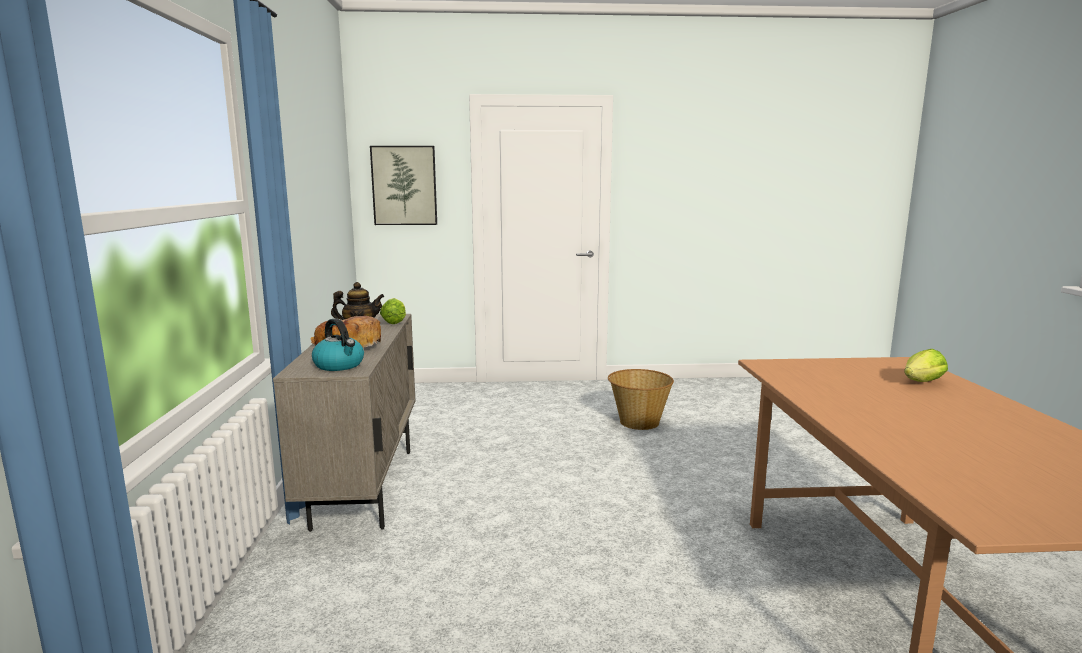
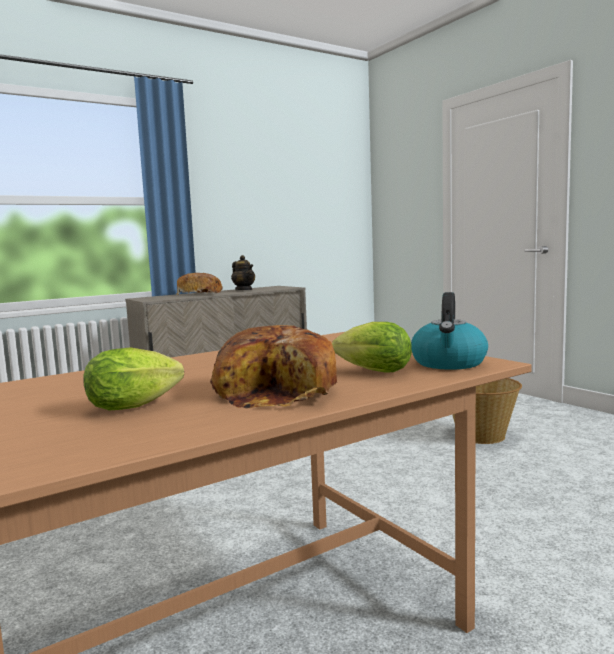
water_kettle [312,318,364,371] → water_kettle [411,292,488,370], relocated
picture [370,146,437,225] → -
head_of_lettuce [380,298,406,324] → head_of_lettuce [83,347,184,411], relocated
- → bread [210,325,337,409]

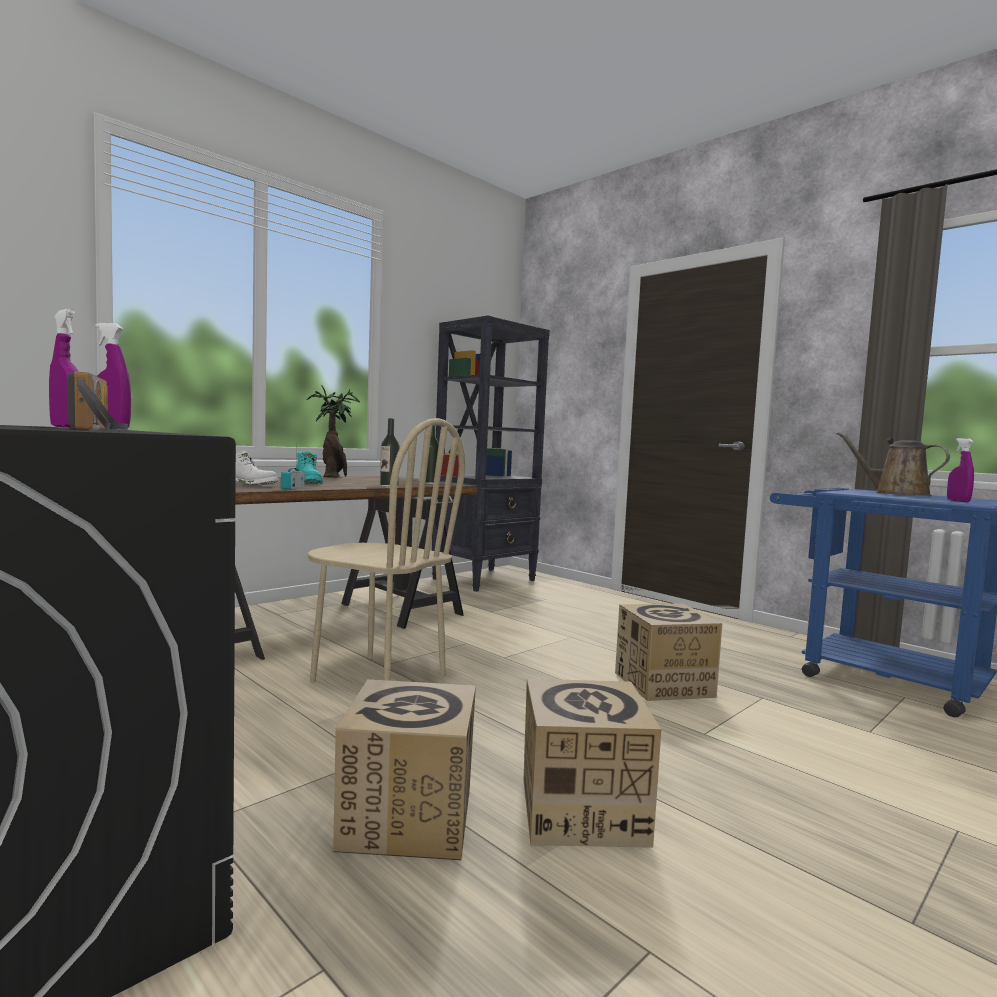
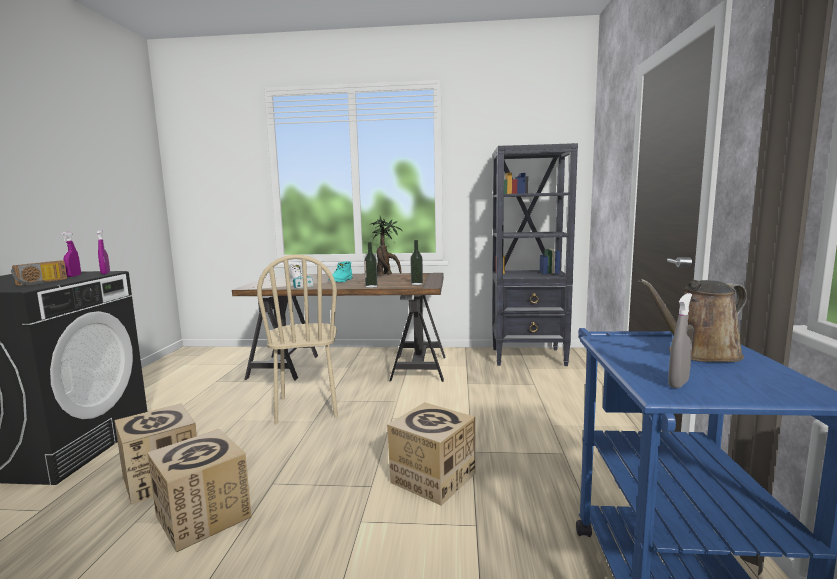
brownish_watering_can [837,432,950,496] → brownish_watering_can [638,279,747,362], 120 degrees counterclockwise
purple-coloured_spray_bottle [947,438,974,502] → greyish_spray_bottle [668,293,692,388]

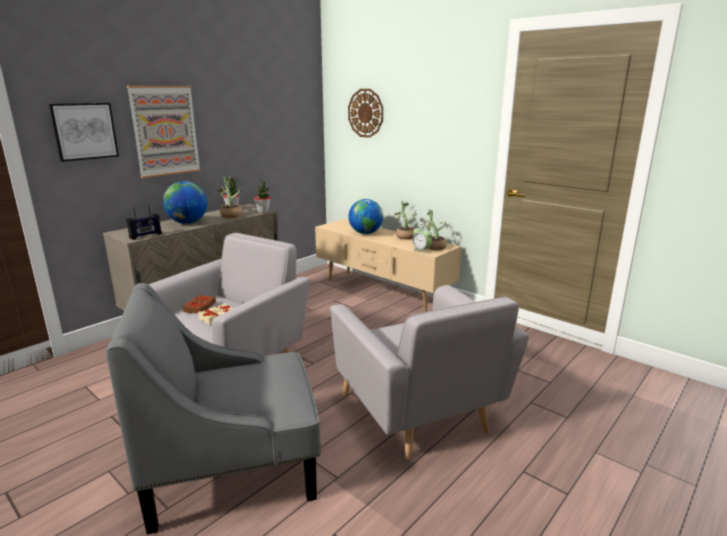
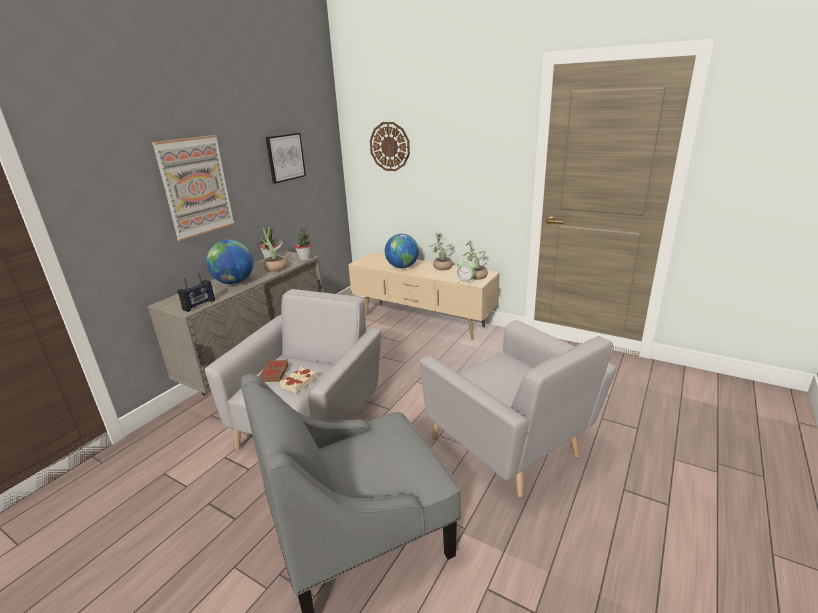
picture [48,103,119,162] → picture [265,133,306,184], relocated

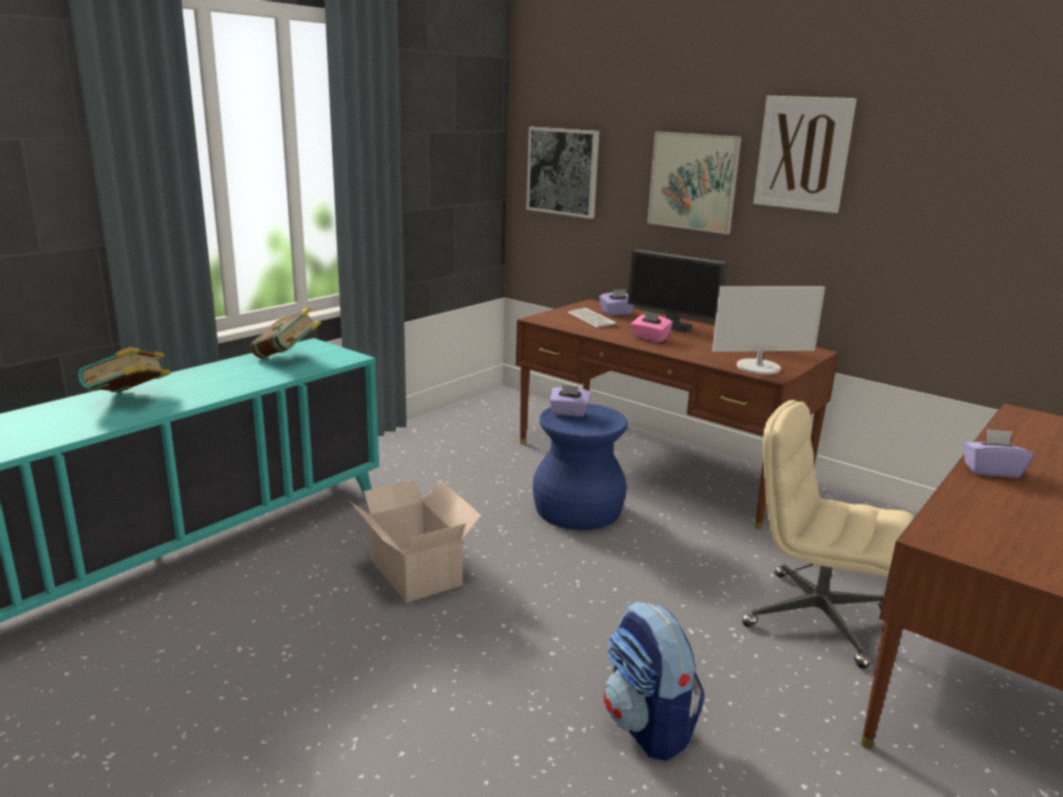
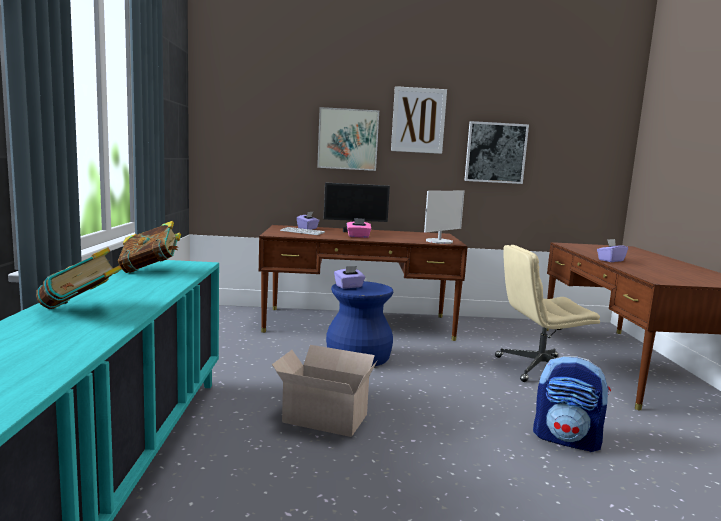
picture [526,127,599,219] → picture [464,121,529,184], relocated

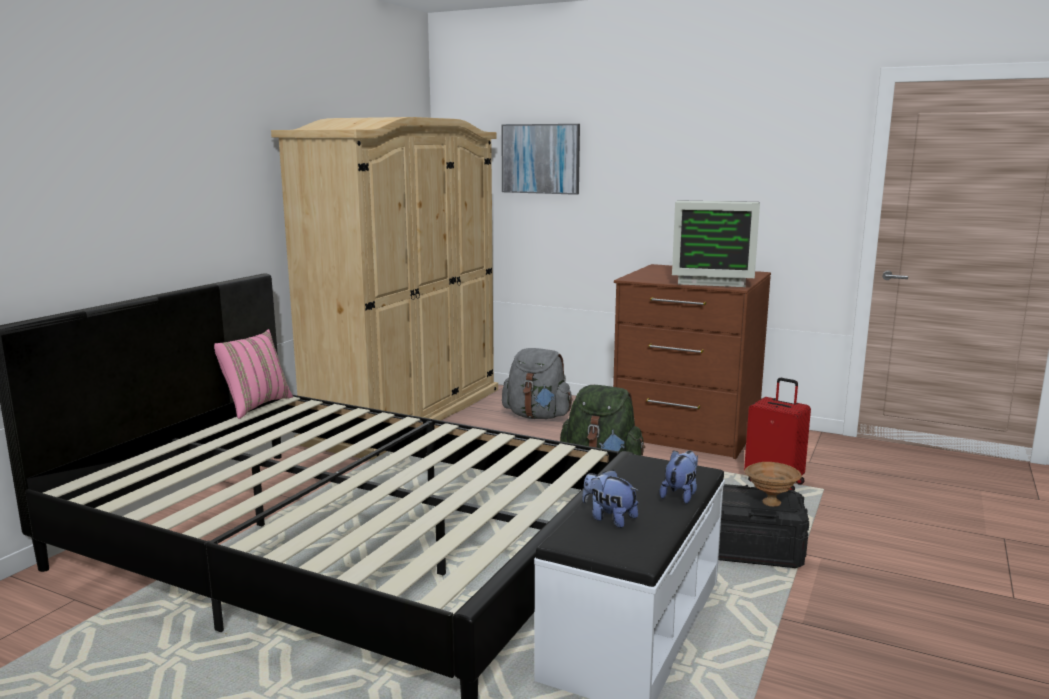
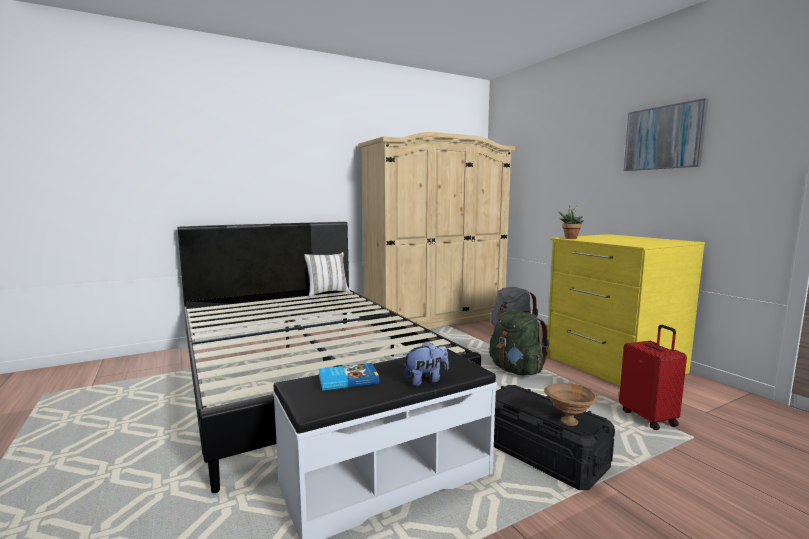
pink_throw_pillow [214,329,293,419] → white-coloured_throw_pillow [304,252,350,296]
picture [501,124,580,195] → picture [624,98,708,171], relocated
cuddly_toy [582,470,639,528] → book [319,363,379,391]
brownish_chest_of_drawers [613,264,771,459] → yellow-coloured_chest_of_drawers [546,234,705,386]
computer_display [672,200,760,287] → -
- → plant_in_a_pot [558,205,584,239]

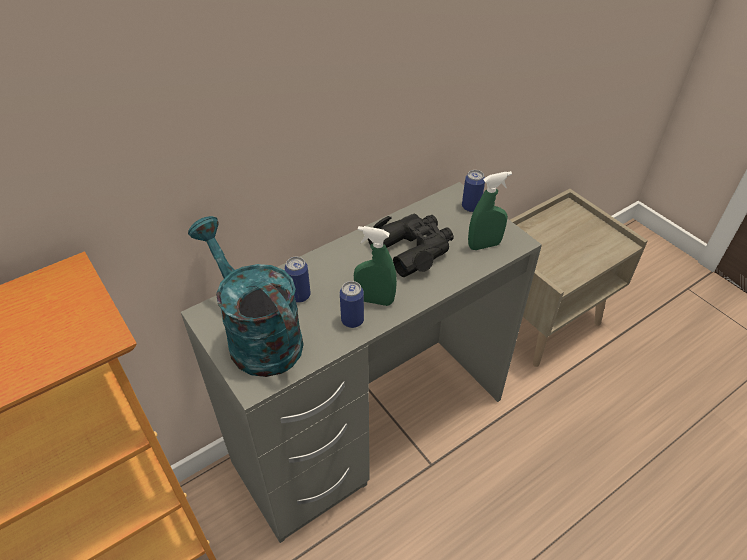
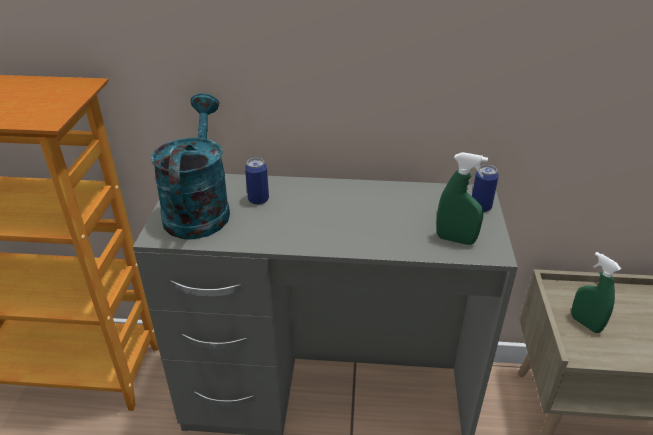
metal_can [340,281,364,328] → -
greenish_spray_bottle [354,226,397,306] → greenish_spray_bottle [571,252,621,333], relocated
black_field_glasses [368,214,454,277] → -

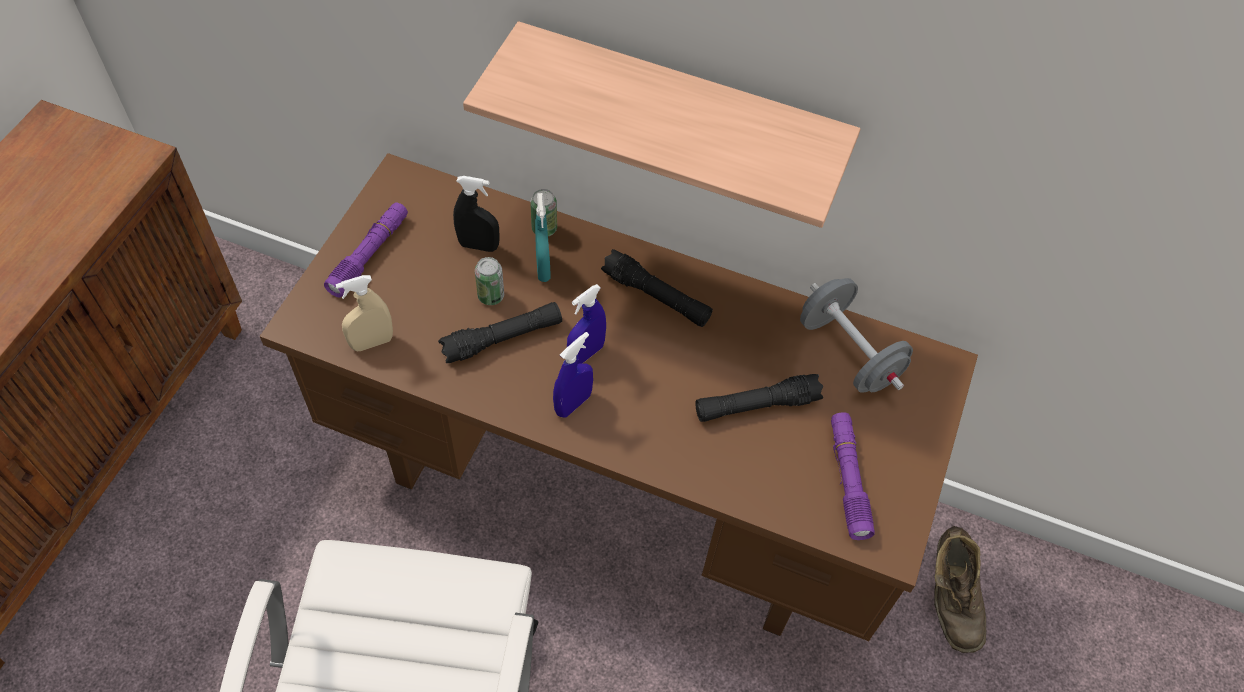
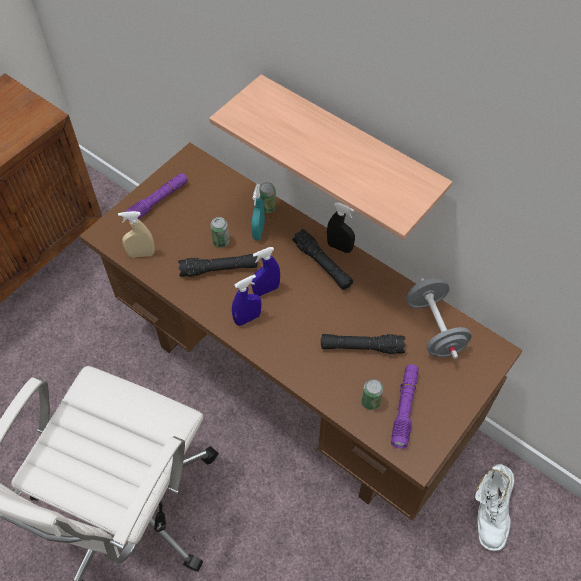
black_spray_bottle [453,176,500,252] → black_spray_bottle [327,202,355,253], relocated
brownish_tall_boot [934,526,986,653] → white-coloured_tall_boot [475,464,514,551]
- → metal_can [361,379,383,410]

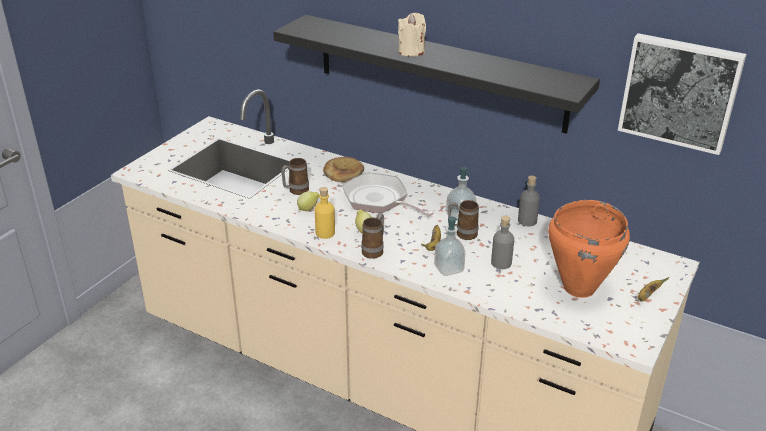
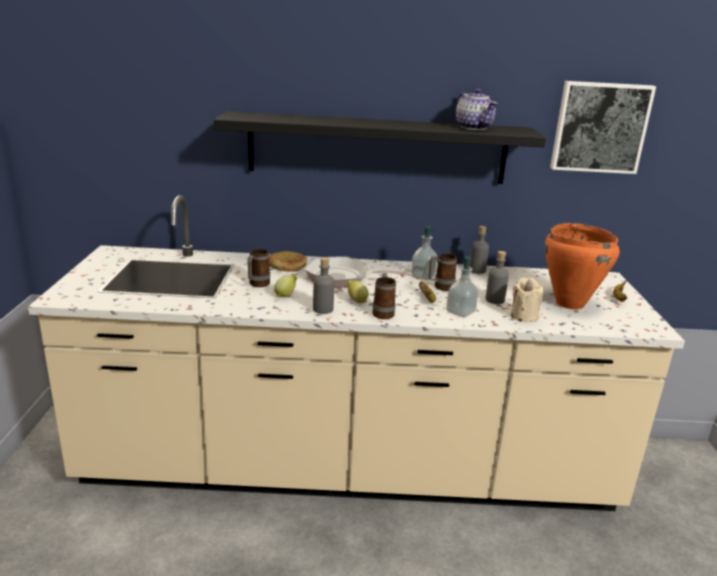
yellow-coloured_drink_bottle [315,187,335,239] → greyish_drink_bottle [313,257,335,314]
sand-coloured_candle [398,13,426,57] → sand-coloured_candle [511,277,543,322], relocated
- → pot_for_tea [456,88,497,130]

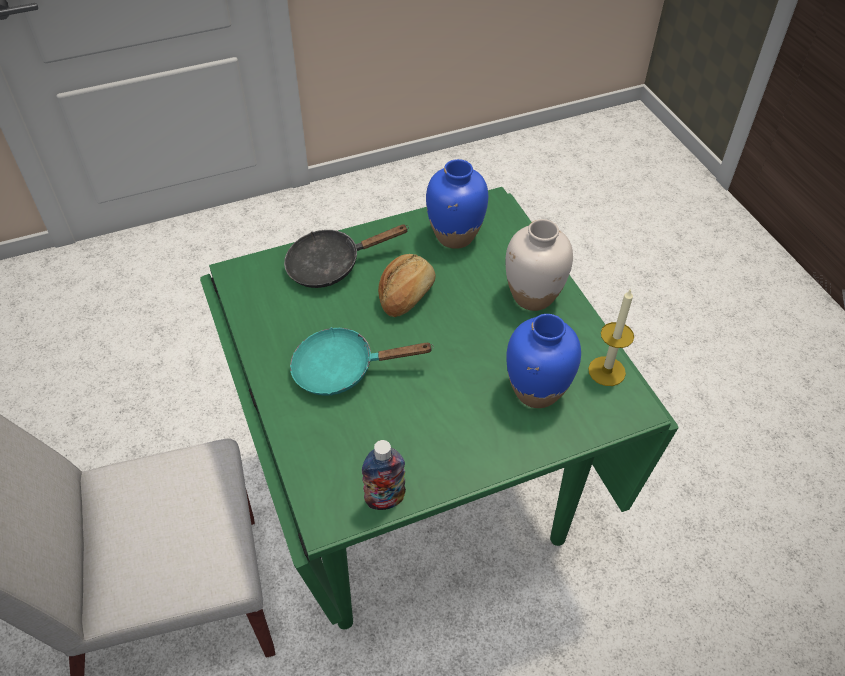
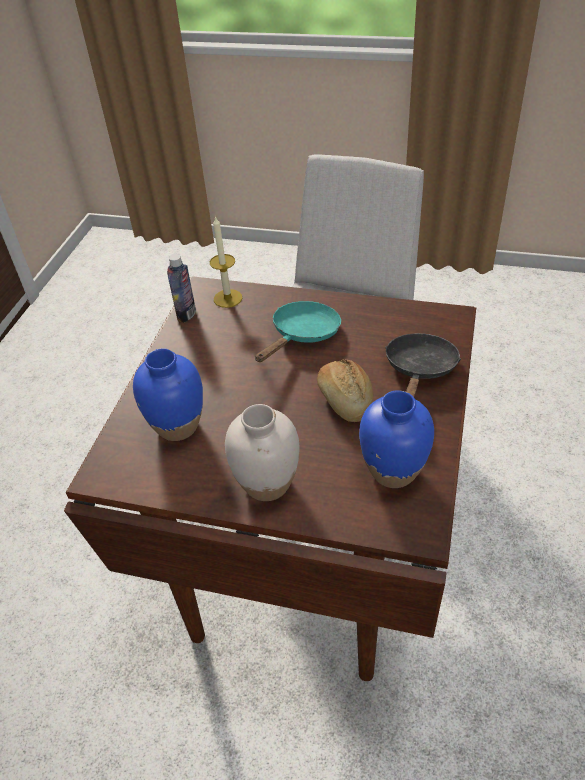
greenish_dining_table [200,187,679,630] → brownish_dining_table [64,276,476,681]
candle [588,288,634,386] → candle [210,215,242,308], relocated

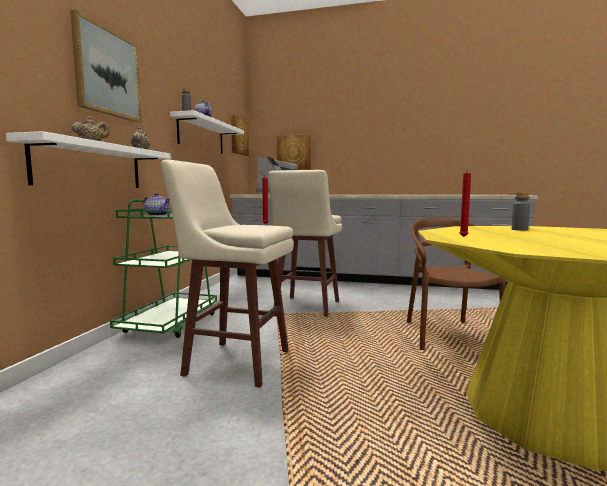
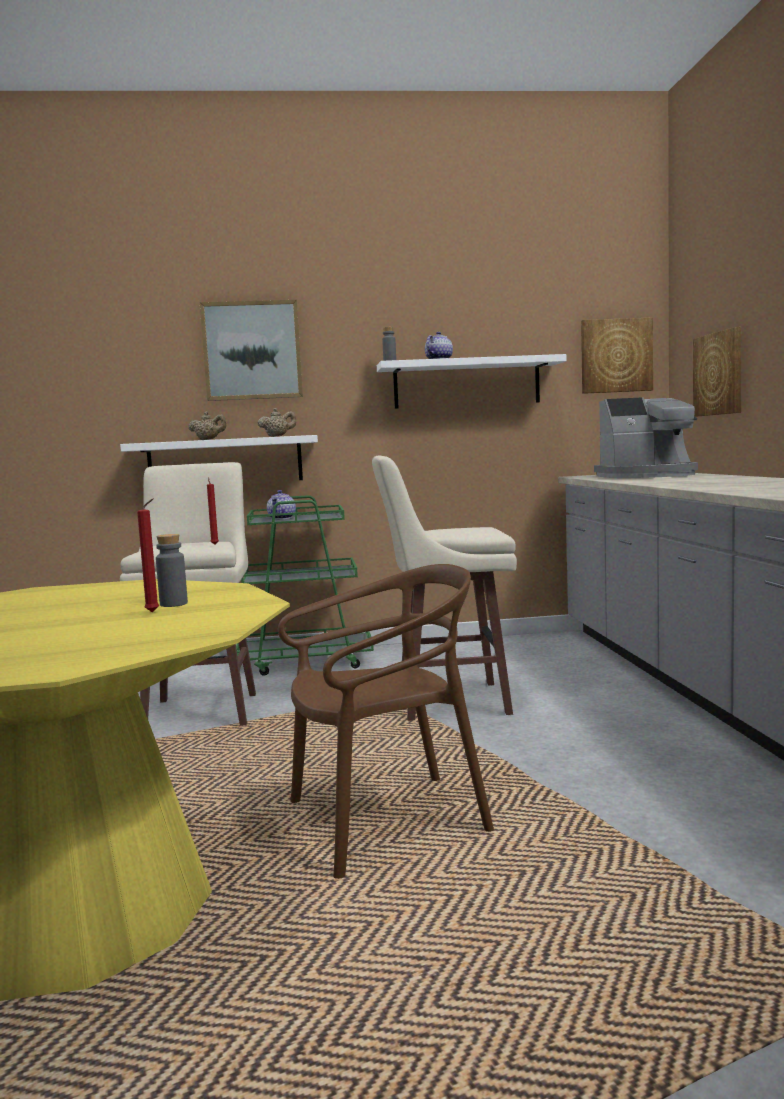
reddish_candle [460,166,471,237] → reddish_candle [137,499,159,613], relocated

